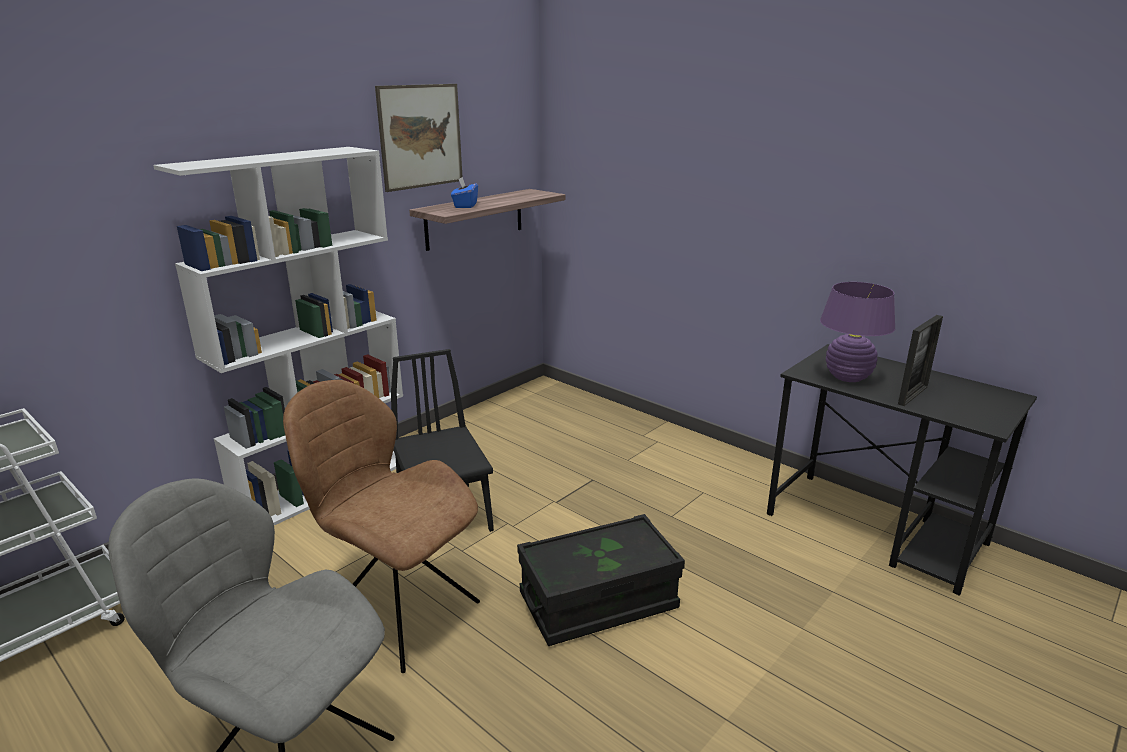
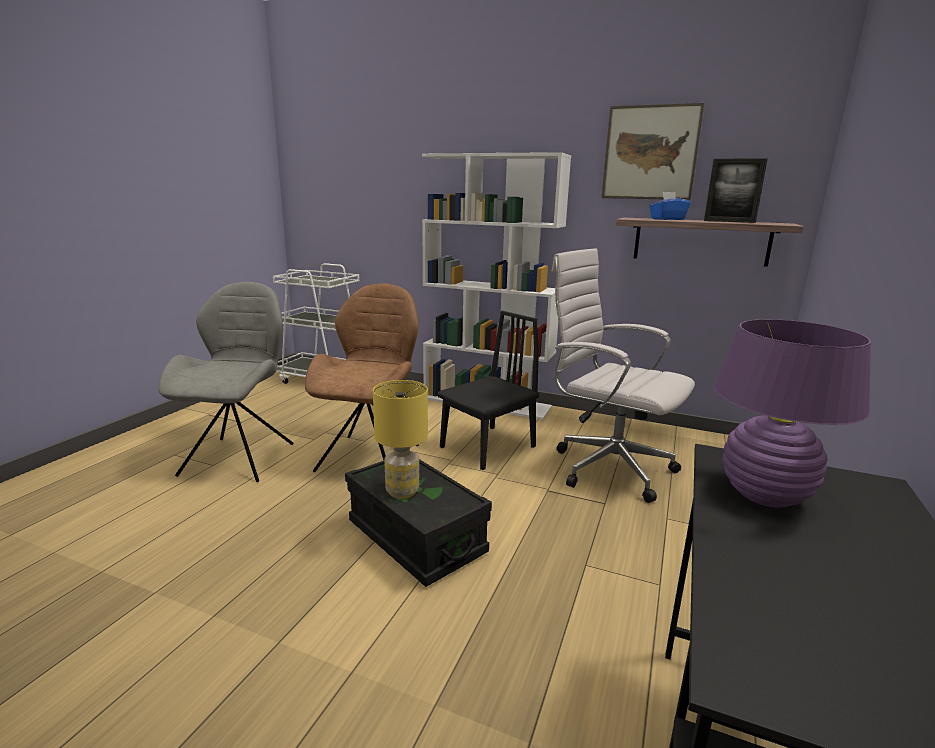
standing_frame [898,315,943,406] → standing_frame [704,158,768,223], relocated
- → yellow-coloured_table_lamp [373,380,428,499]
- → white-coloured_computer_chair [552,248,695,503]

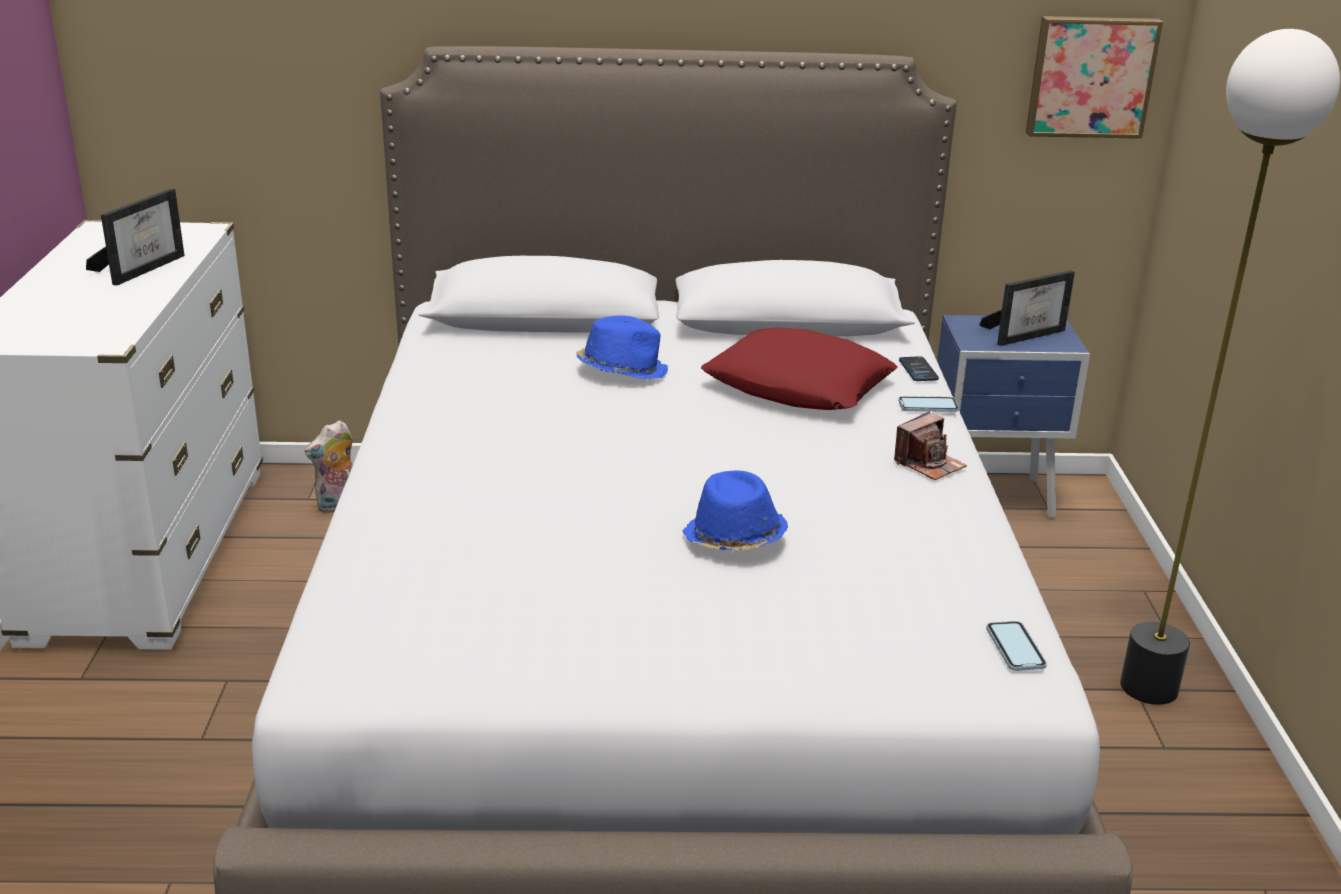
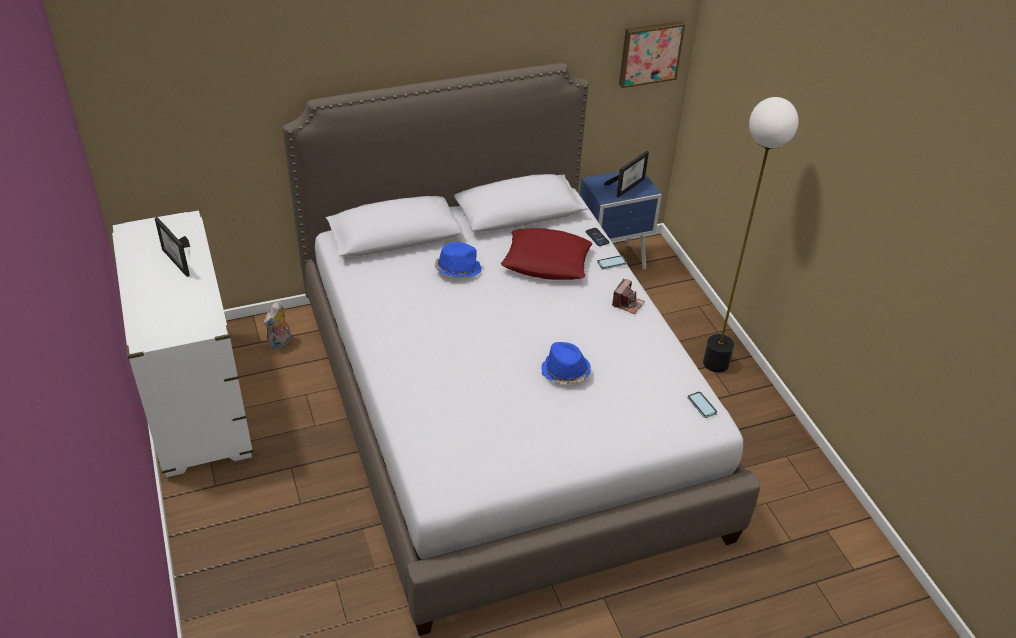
standing_frame [86,189,185,286] → standing_frame [155,217,190,277], 135 degrees clockwise

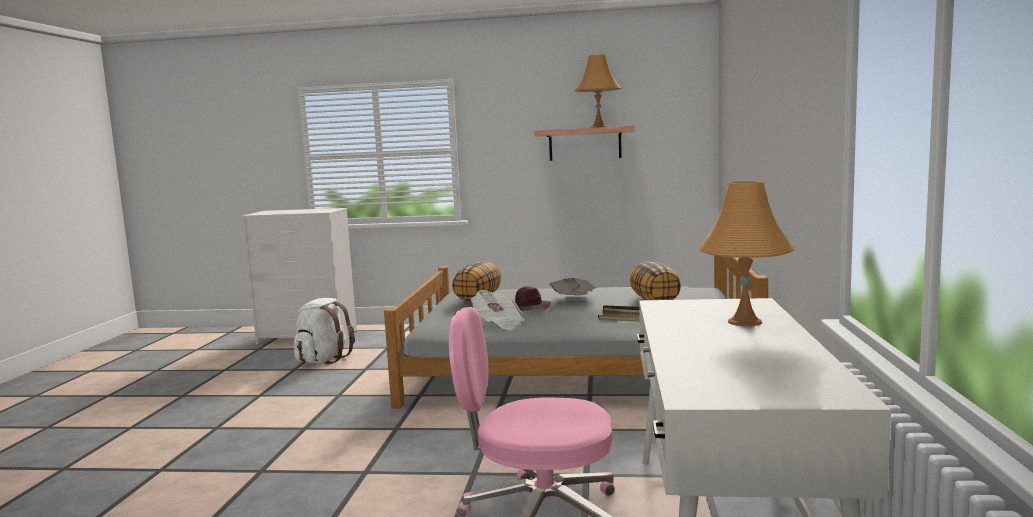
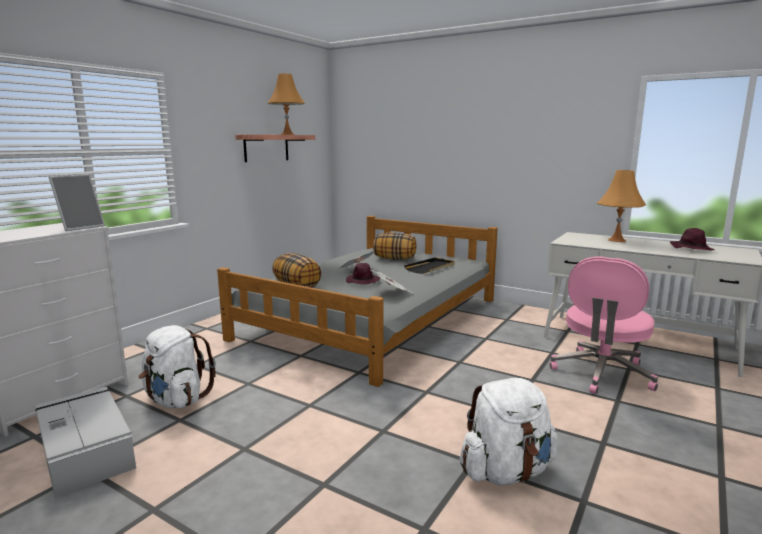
- → greyish_storage_box [35,386,136,498]
- → standing_frame [49,174,105,231]
- → white-coloured_knapsack [460,378,558,485]
- → purple-coloured_hat [670,228,715,250]

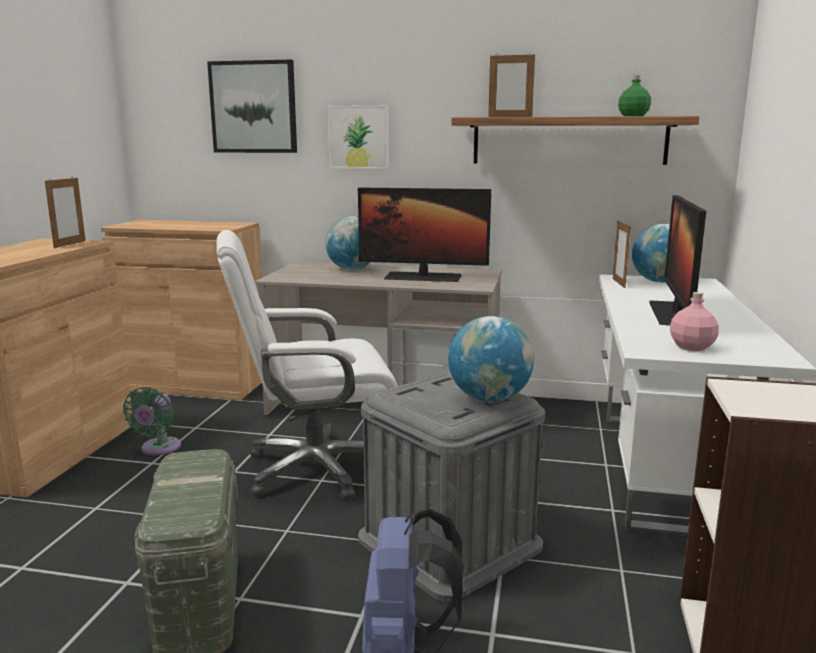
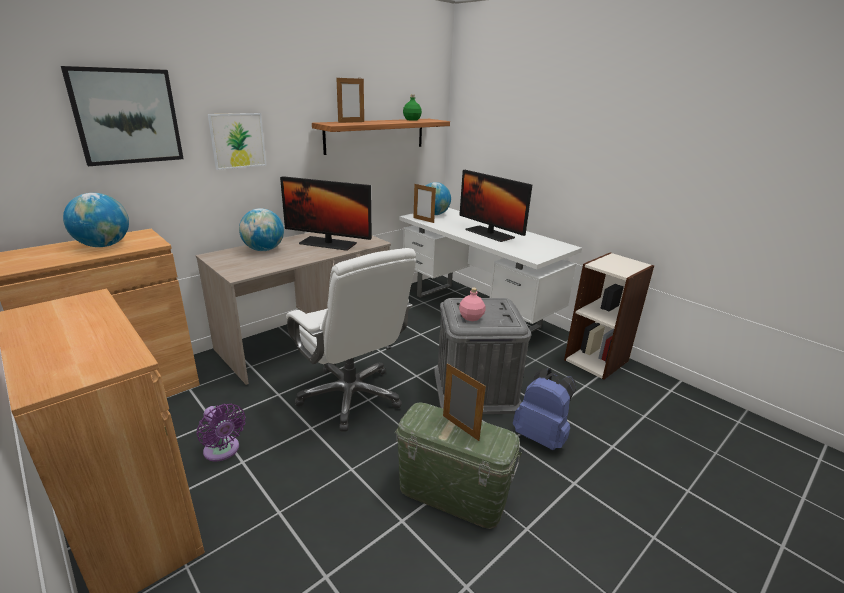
standing_frame [45,176,86,248] → standing_frame [443,363,486,441], relocated
greenish_electric_fan [123,387,181,455] → purple-coloured_electric_fan [197,403,246,461]
white-coloured_computer_chair [216,230,398,500] → white-coloured_computer_chair [286,248,416,432], 60 degrees counterclockwise
computer_display [358,188,491,282] → computer_display [280,176,372,251], 60 degrees clockwise
world_globe [448,316,534,402] → world_globe [63,193,129,247], relocated
pink_drink_bottle [670,292,719,351] → pink_drink_bottle [459,287,485,321], relocated

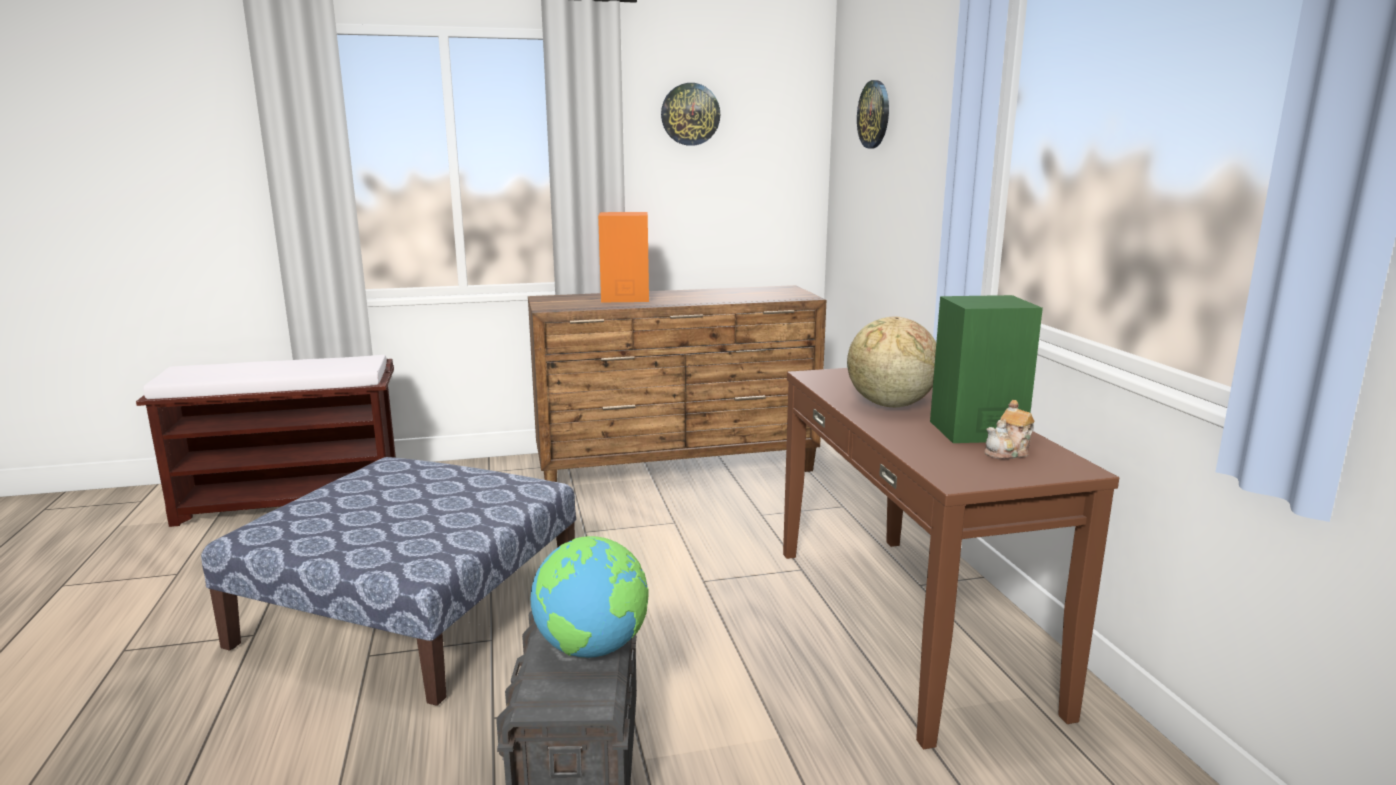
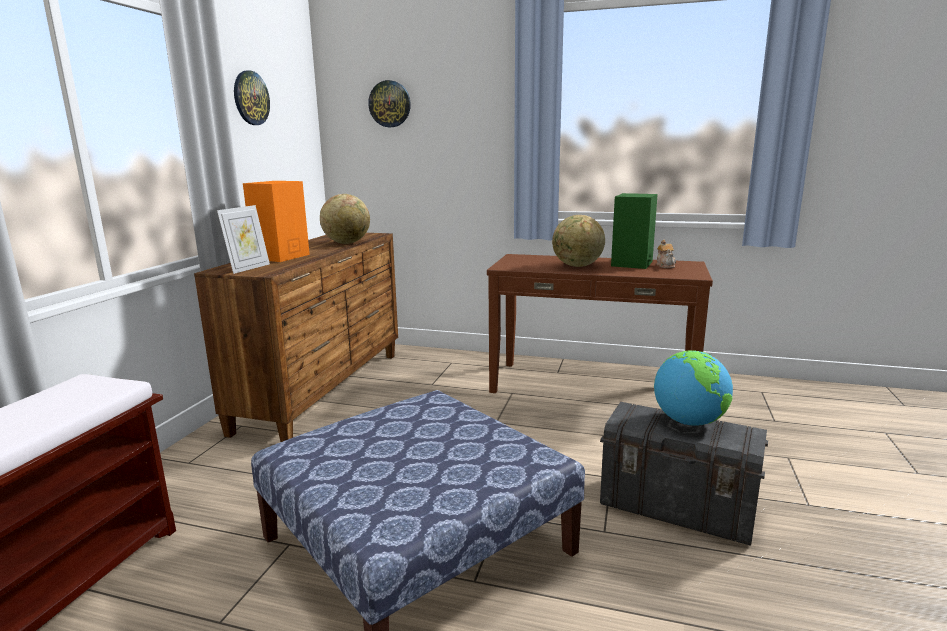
- → standing_frame [217,205,270,274]
- → world_globe [320,194,370,244]

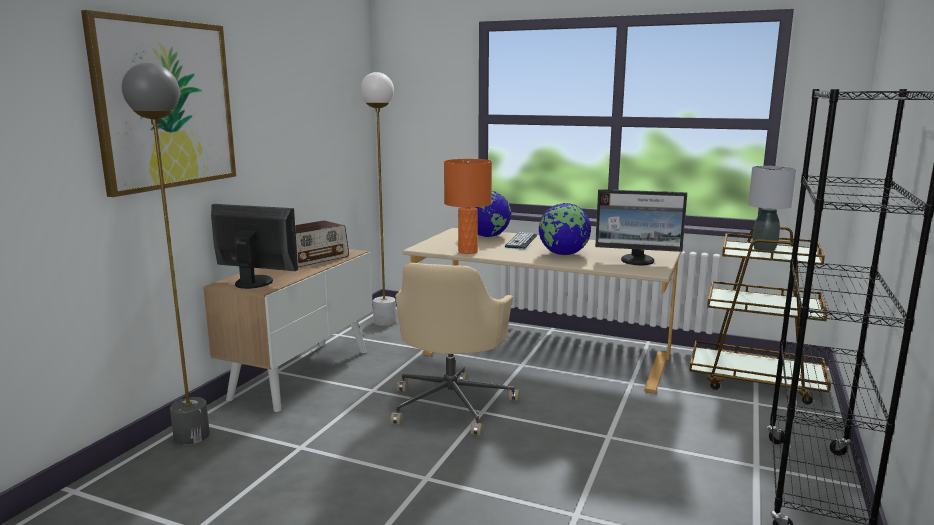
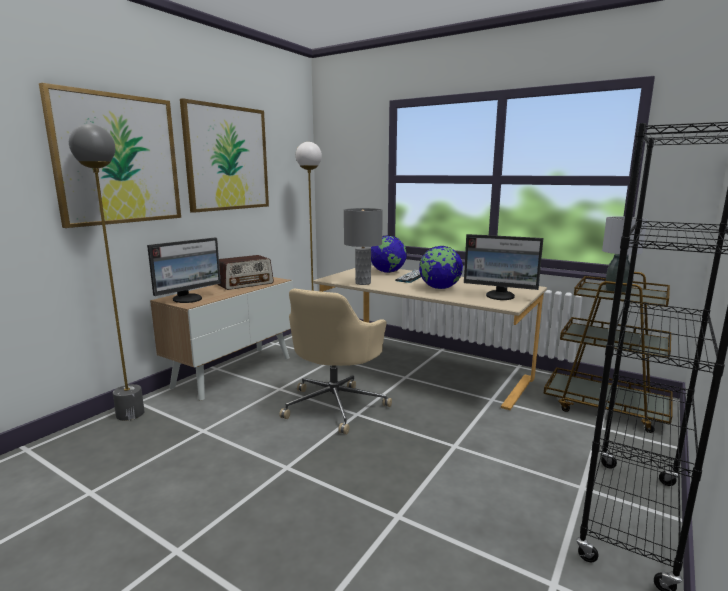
computer_display [211,204,298,289] → computer_display [147,238,221,303], 105 degrees clockwise
orange-coloured_table_lamp [444,159,492,254] → greyish_table_lamp [344,208,383,285]
- → picture [180,98,269,213]

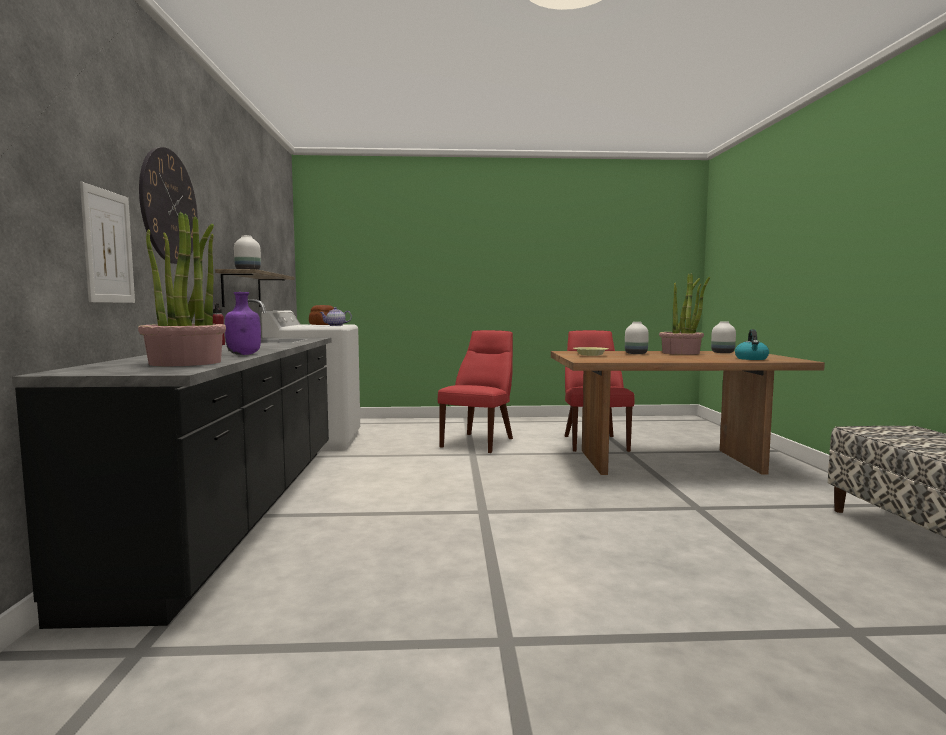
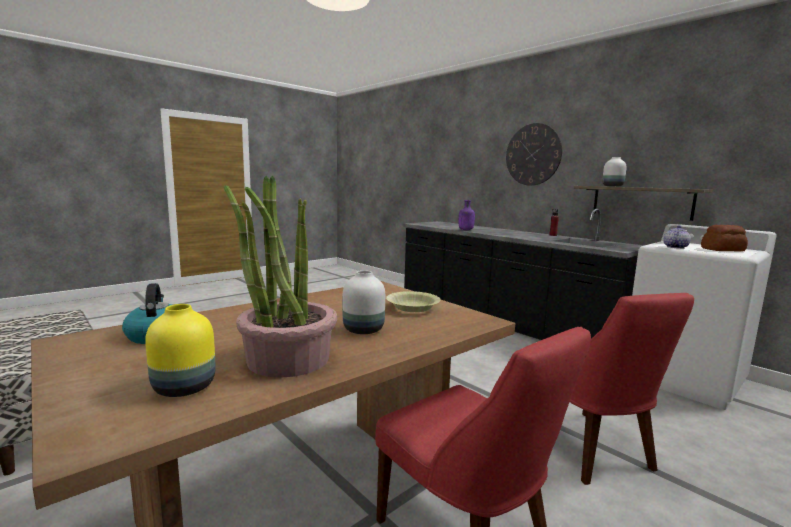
picture [80,182,135,303] → -
plant_in_a_pot [138,212,226,366] → -
white-coloured_vase [711,321,736,353] → yellow-coloured_vase [145,304,216,397]

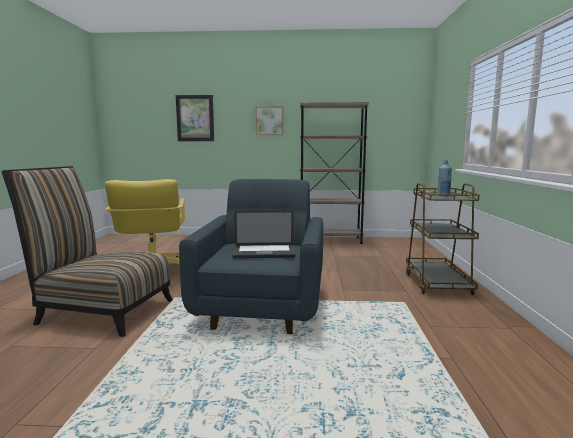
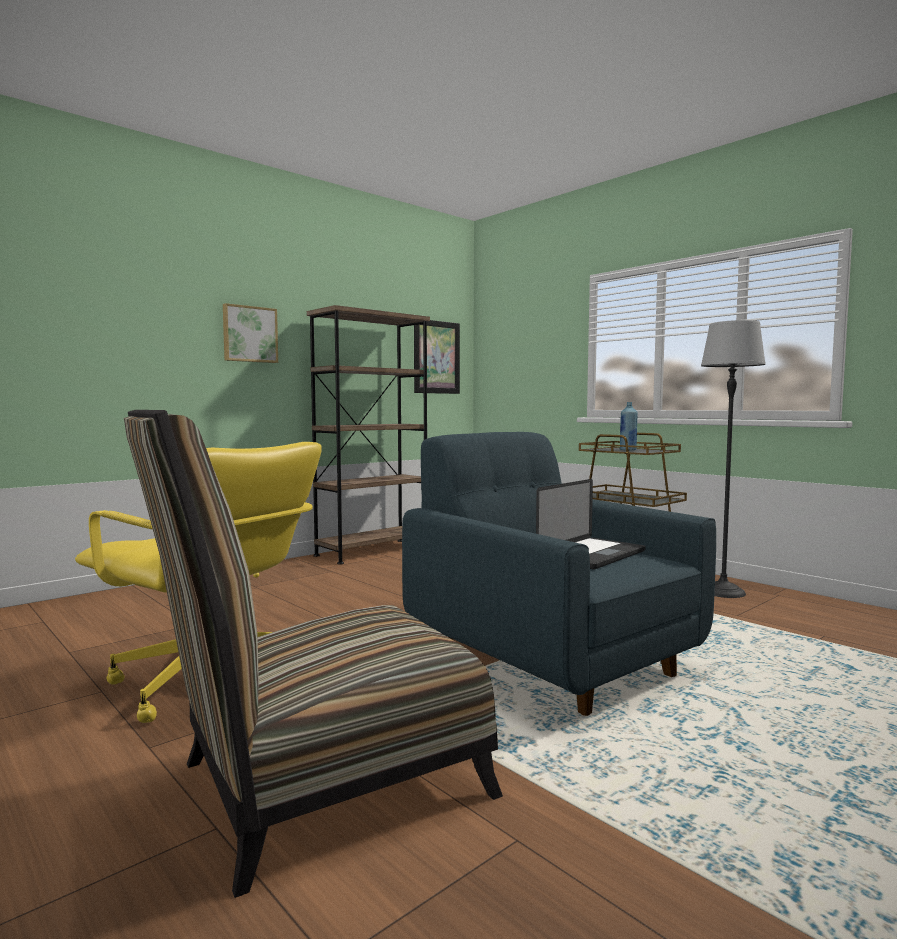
picture [176,95,214,141] → picture [414,320,460,394], relocated
- → standard_lamp [701,320,766,598]

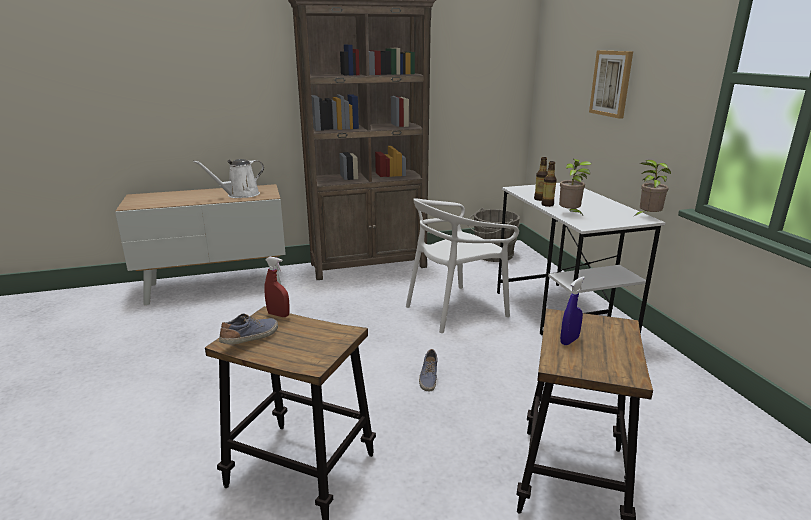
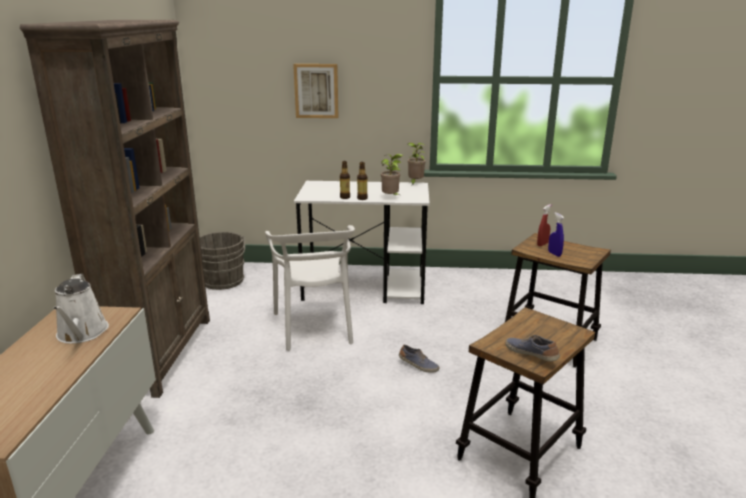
reddish_spray_bottle [264,256,290,317] → reddish_spray_bottle [537,204,551,246], relocated

